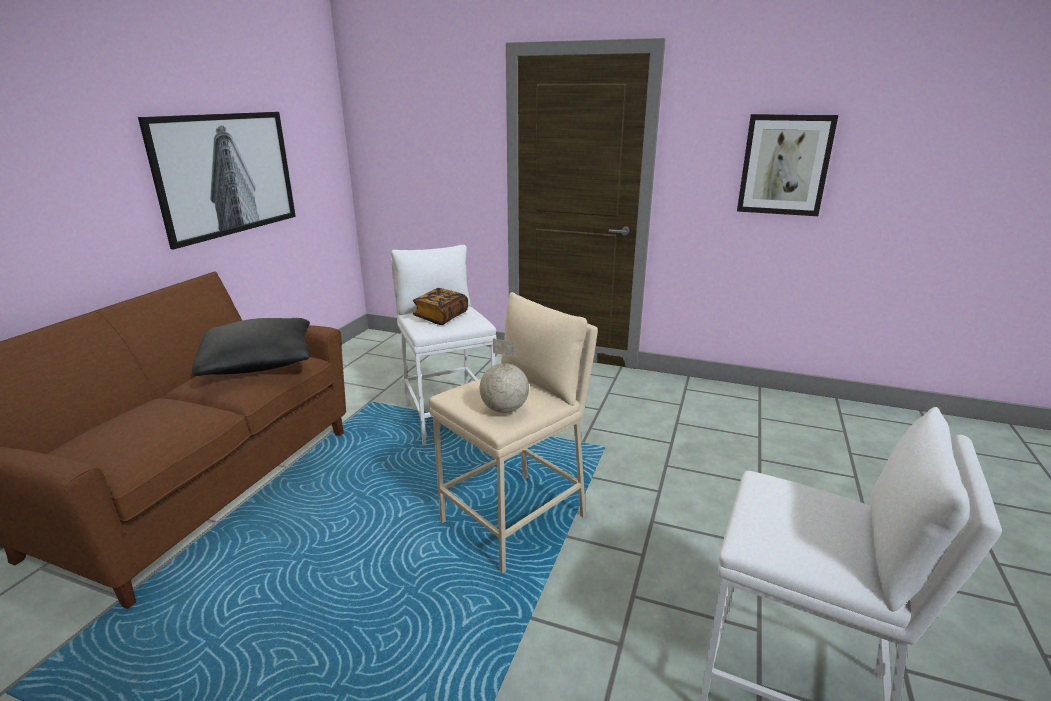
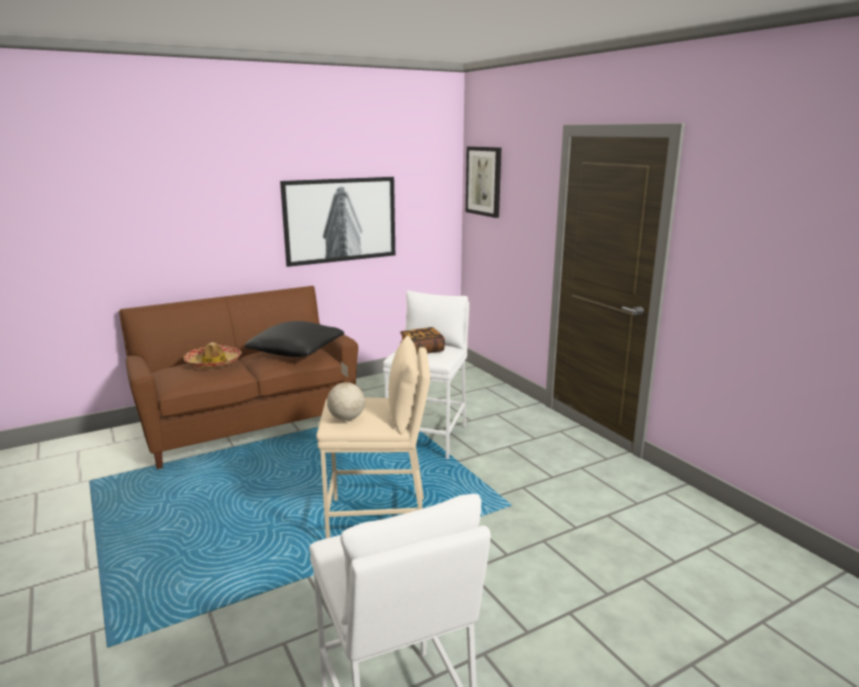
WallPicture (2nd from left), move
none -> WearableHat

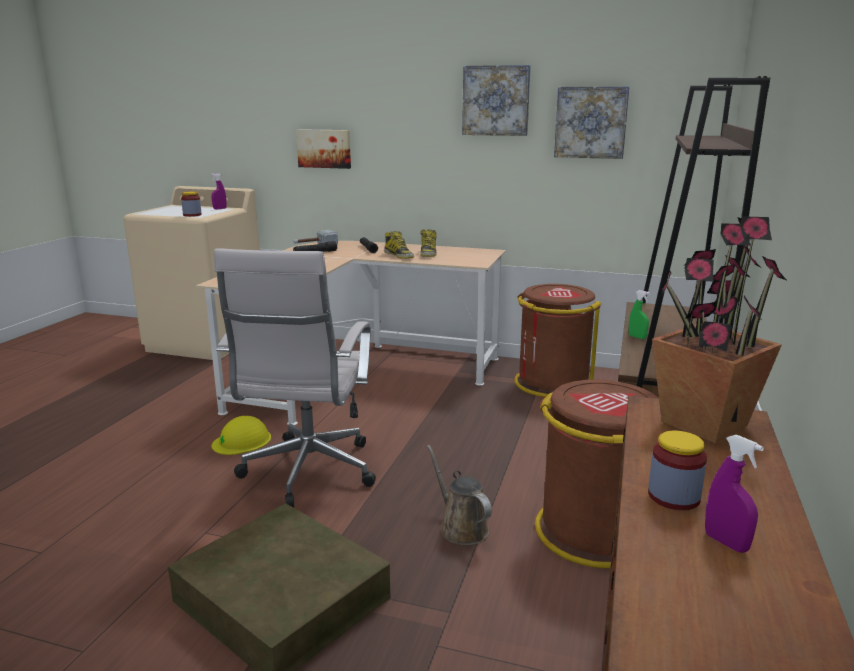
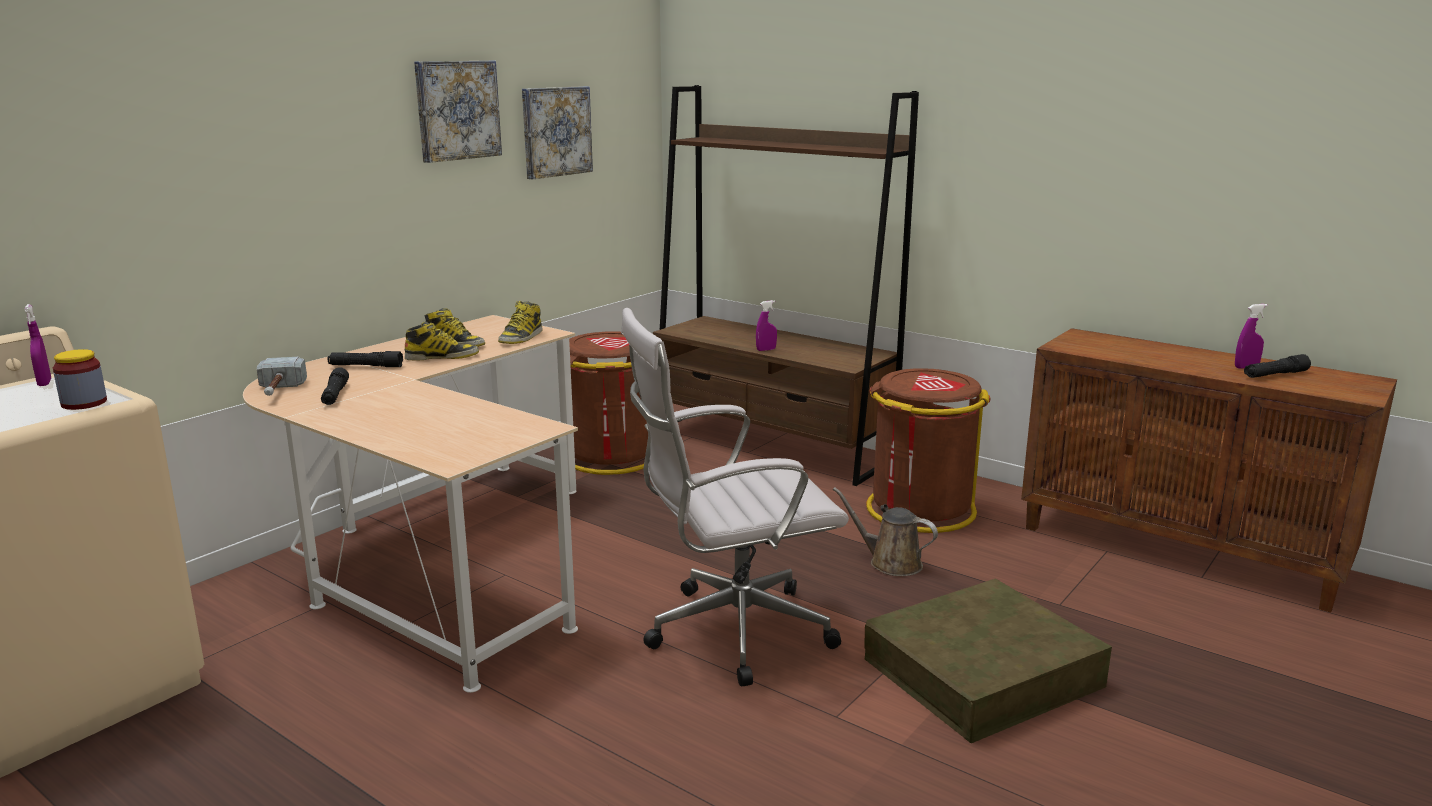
YellowColouredHardHat -> none
WhiteOfficeChair, 135 degrees clockwise
WallPicture (1st from left) -> none
BrownColouredSprinklingCan, 45 degrees clockwise
GreenishSprayBottle -> PurpleColouredSprayBottle (2nd from left)
StorageJar (2nd from left) -> none
Houseplant -> none
none -> Boot (3rd from left)
none -> BlackColouredTorch (3rd from left)

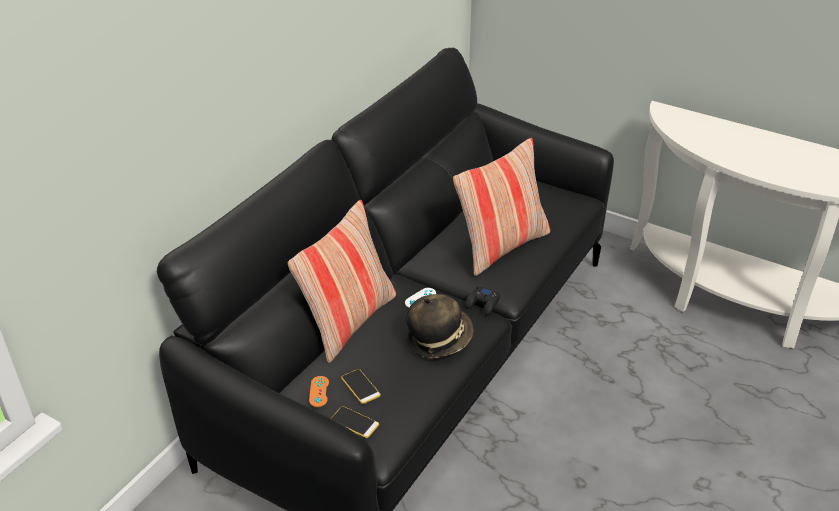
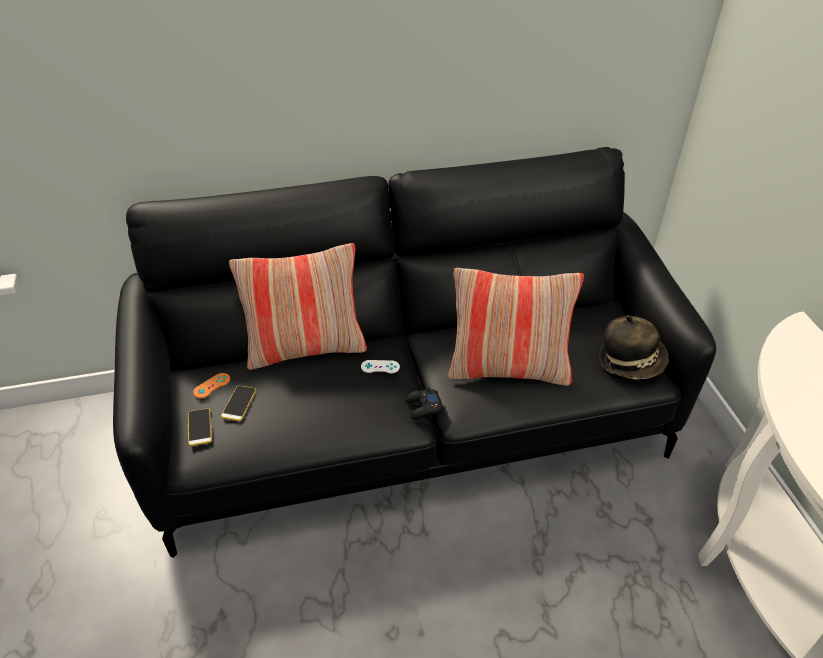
WearableHat, move

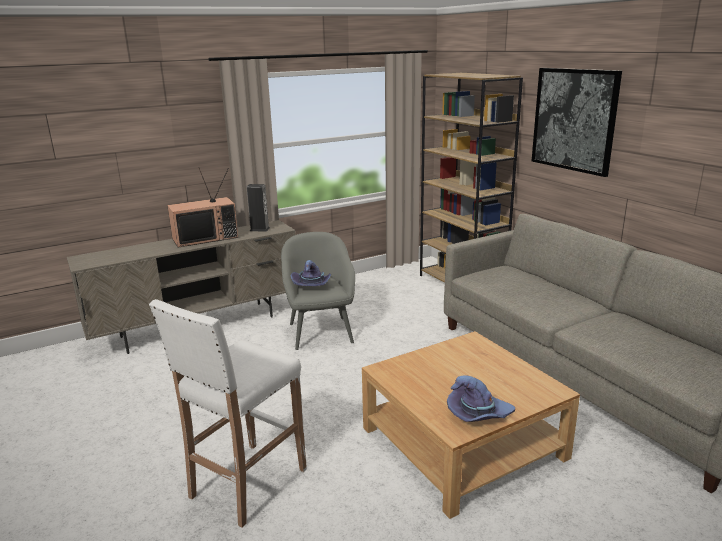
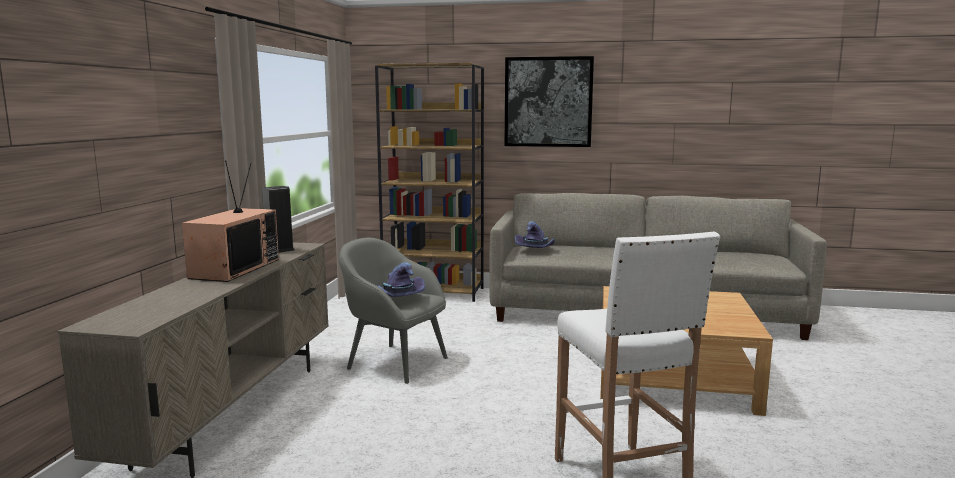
PurpleColouredWearableHat (2nd from left), move

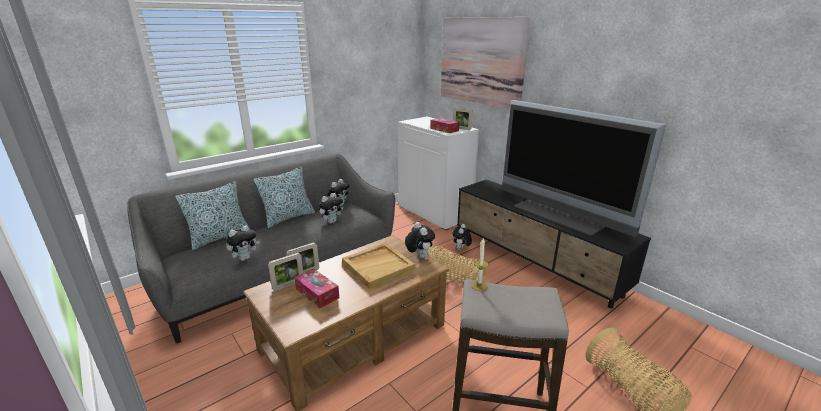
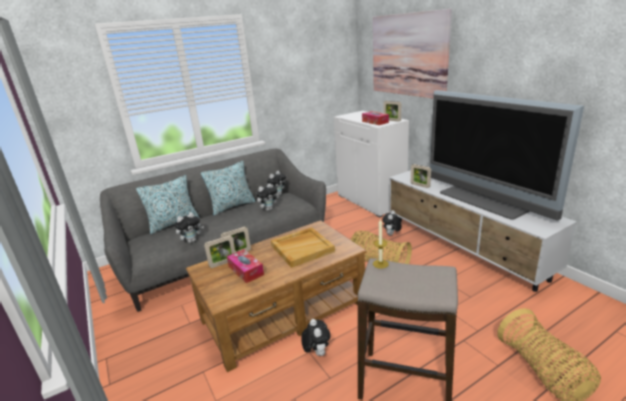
PlushToy (4th from left), move
BlackColouredMediaConsole -> WhiteMediaConsole
none -> PictureFrame (4th from left)

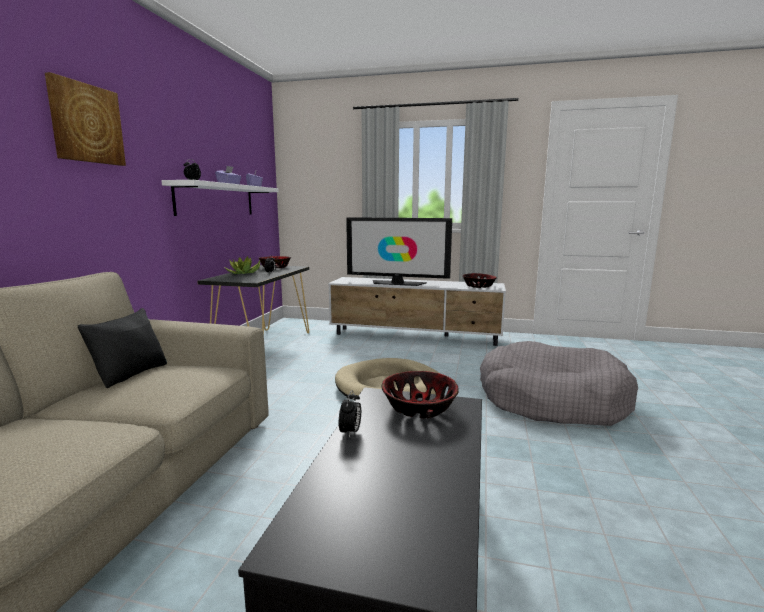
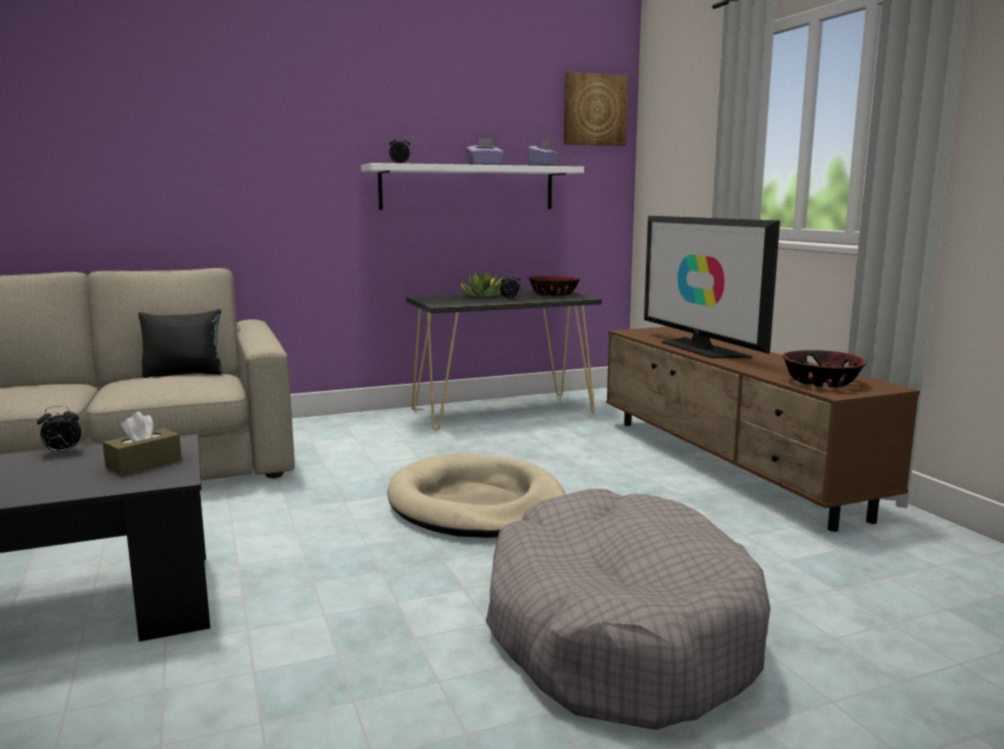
WallPicture, move
WhiteMediaConsole -> BrownColouredMediaConsole
DeepDish (2nd from left) -> BrownColouredTissueBox

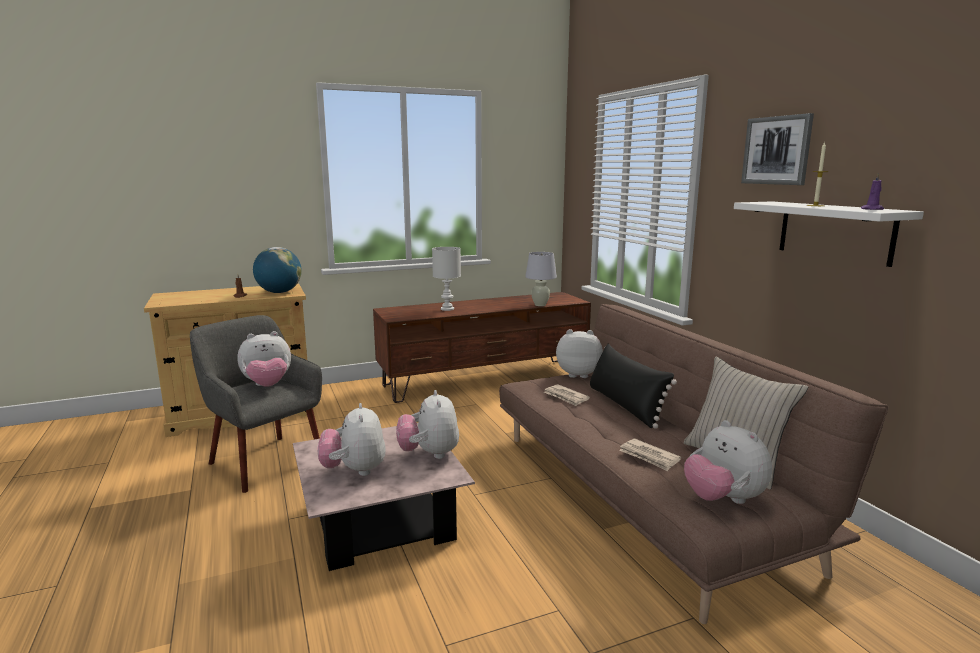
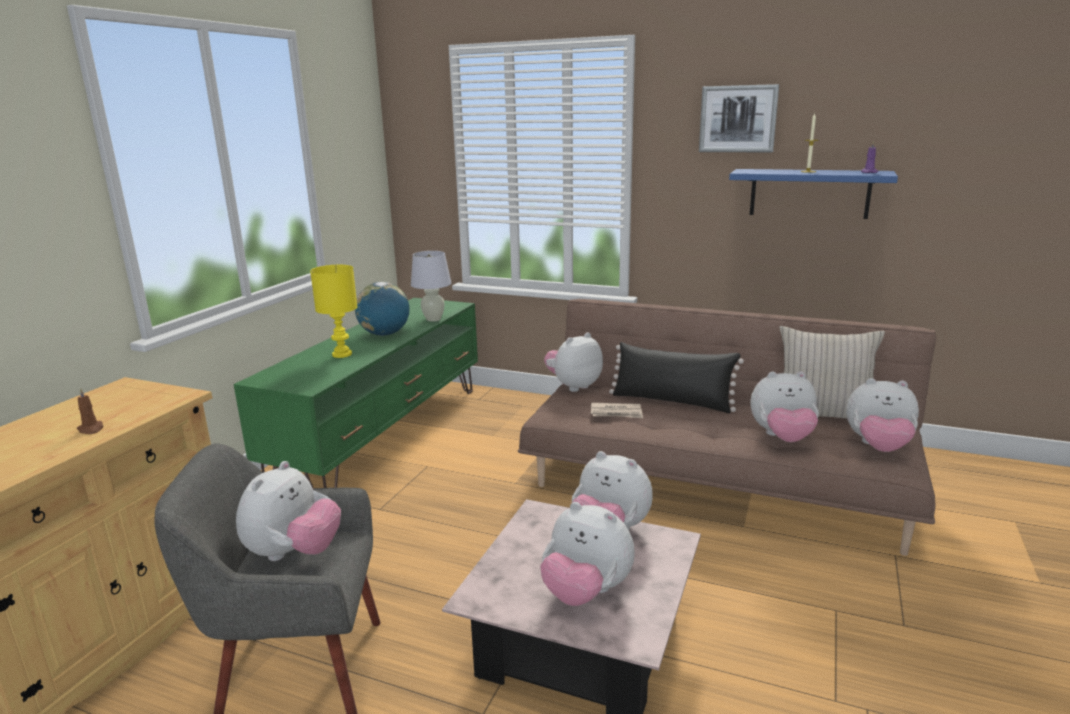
WorldGlobe, move
BrownColouredMediaConsole -> GreenishMediaConsole
WhiteTabletopLamp (1st from left) -> YellowColouredTabletopLamp
Newspaper (2nd from left) -> PlushToy (5th from left)
WhiteShelf -> BlueColouredShelf

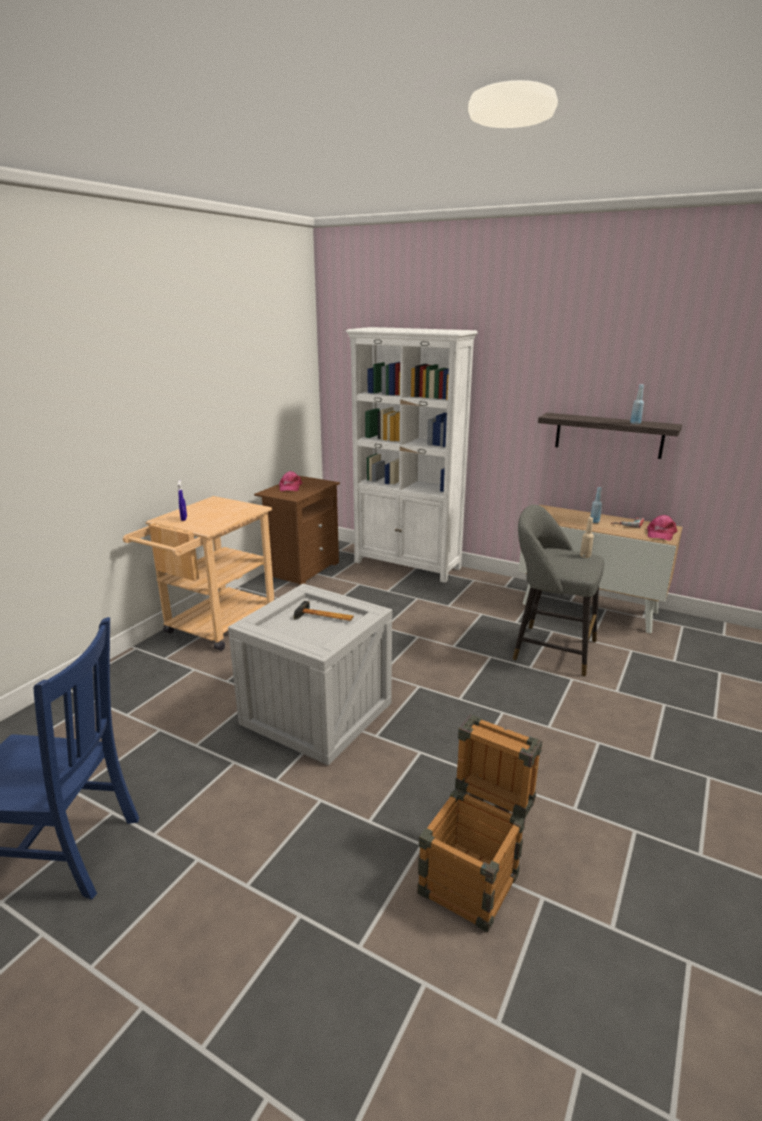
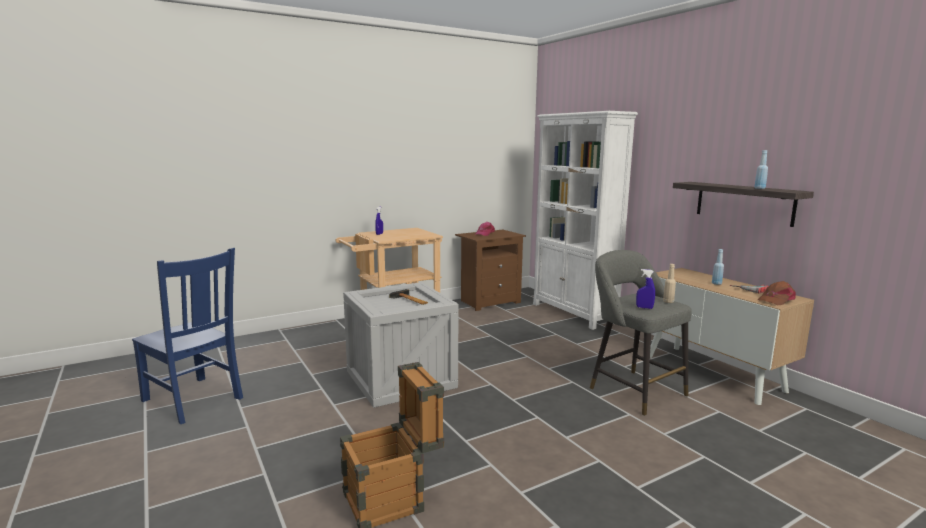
PinkPeakedCap (2nd from left) -> BrownColouredPeakedCap
none -> BlueColouredSprayBottle (2nd from left)

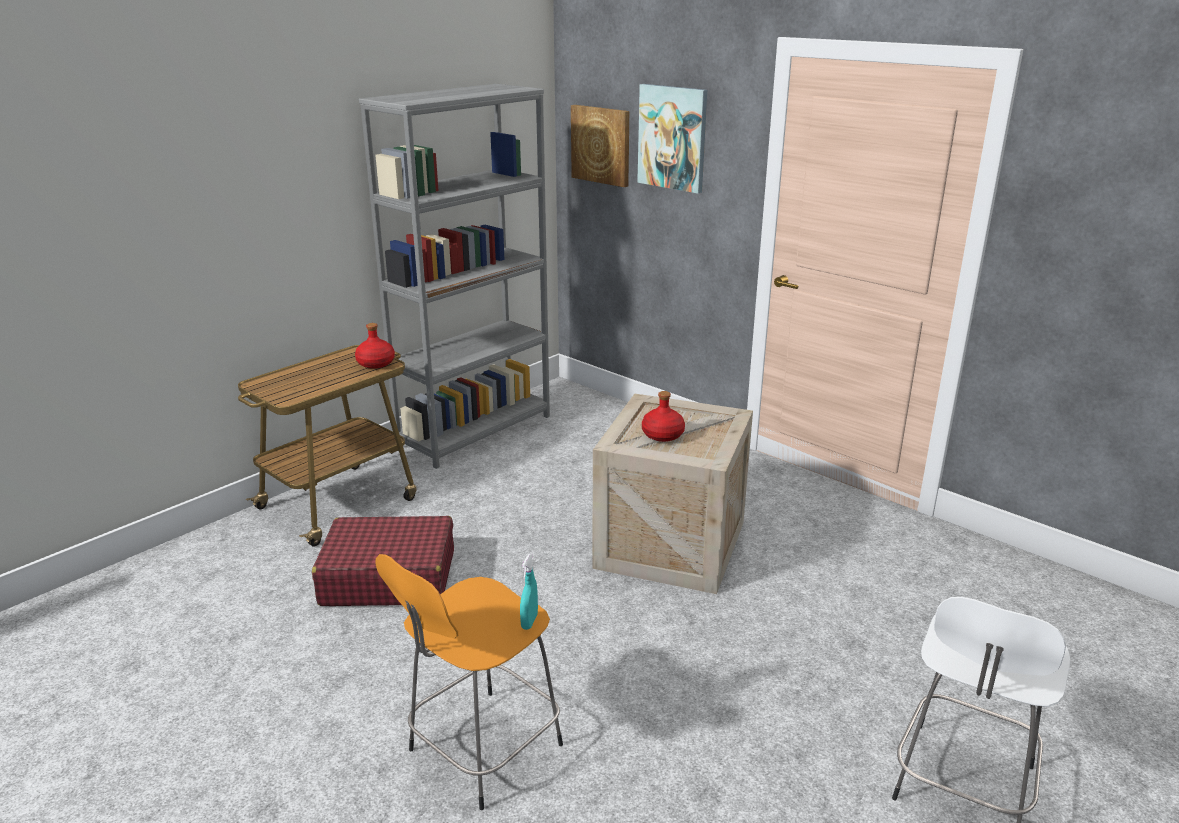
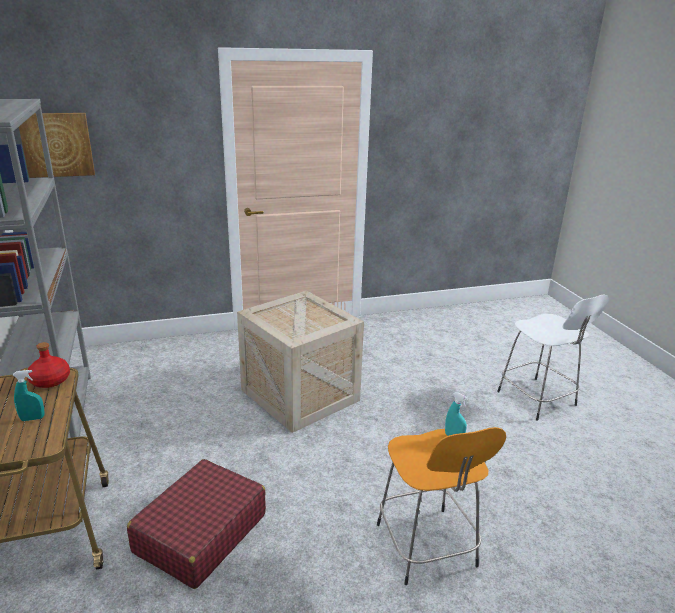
WallPicture (2nd from left) -> none
RedColouredBeverageBottle (2nd from left) -> none
none -> BlueGreenSprayBottle (1st from left)

